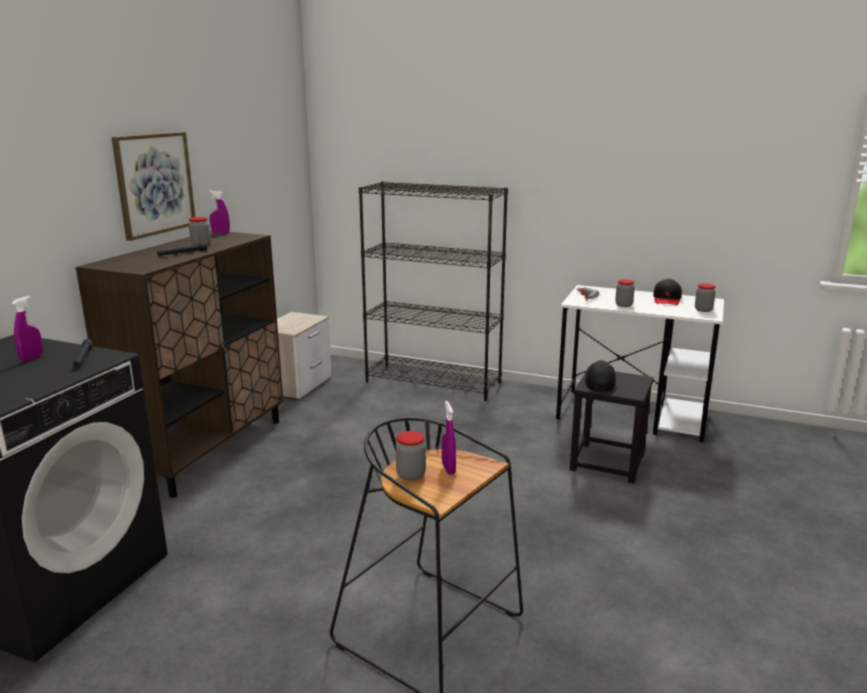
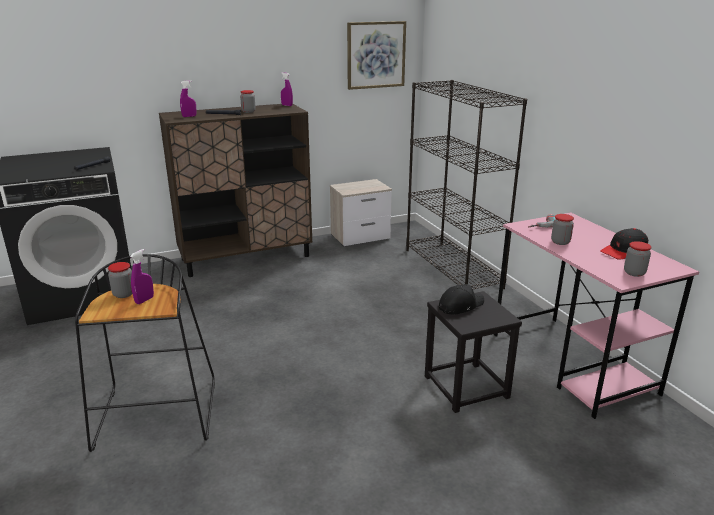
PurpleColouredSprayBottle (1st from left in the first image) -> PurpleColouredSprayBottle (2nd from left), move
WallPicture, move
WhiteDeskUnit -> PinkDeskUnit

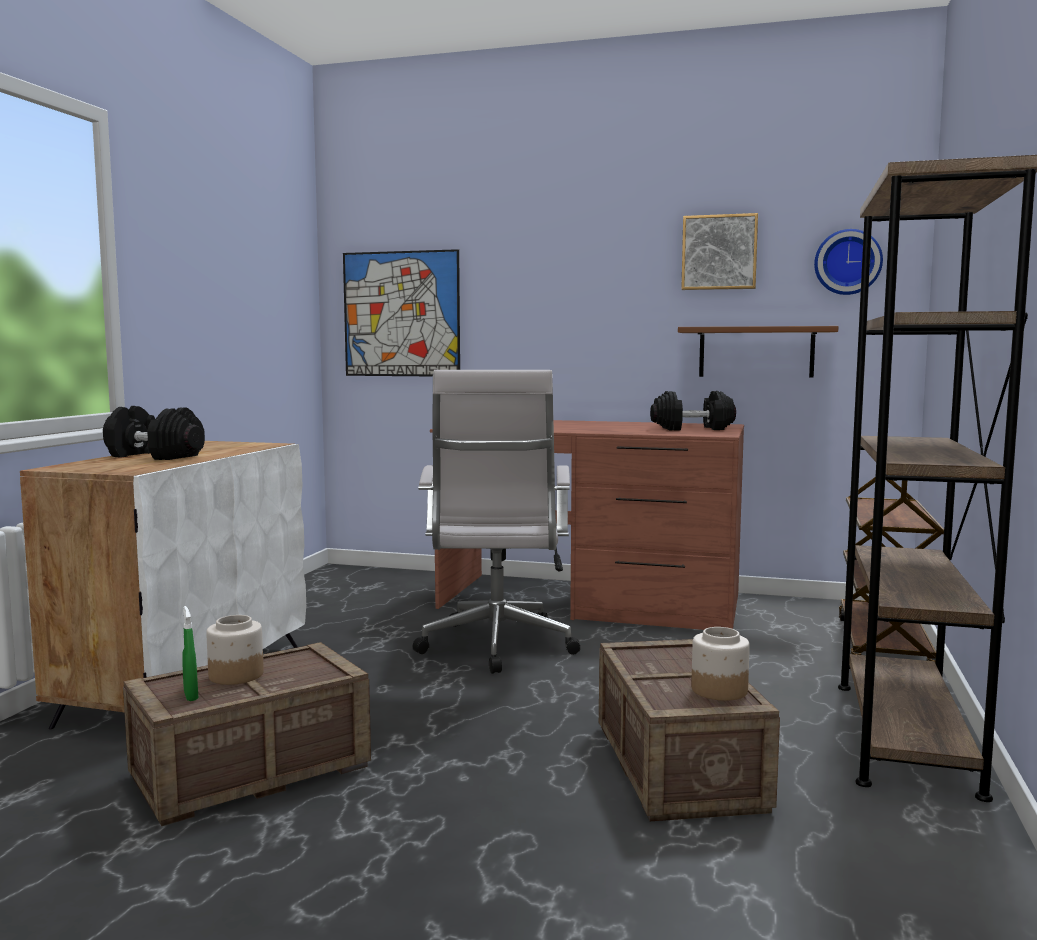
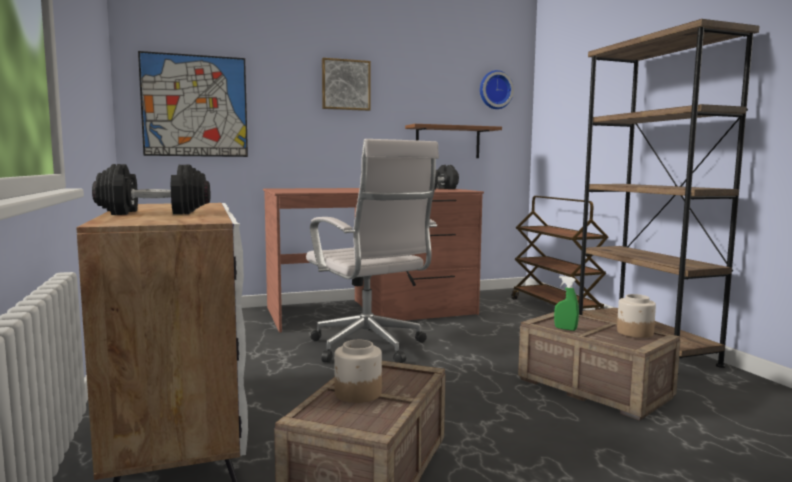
GreenishSprayBottle, move
WallPicture (2nd from left), move

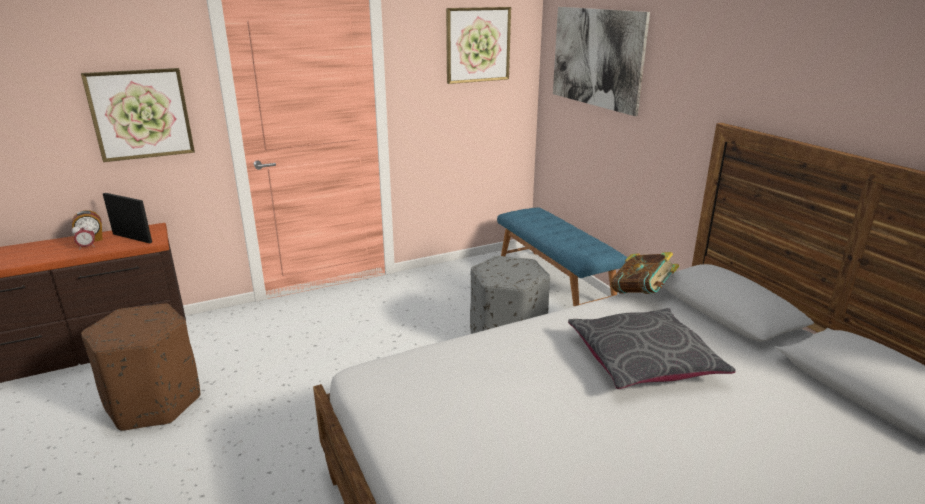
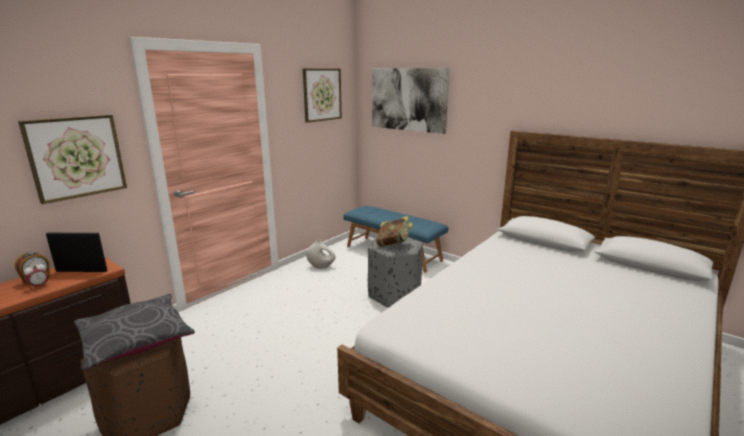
GreyPillow, move
BoundBook, move
none -> WhiteFlowerVase

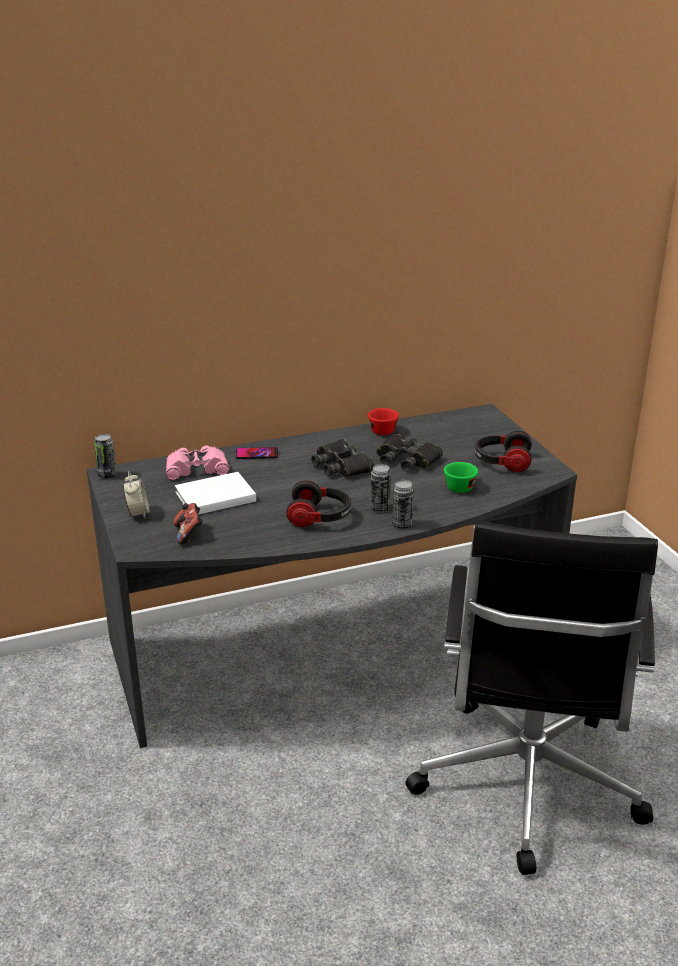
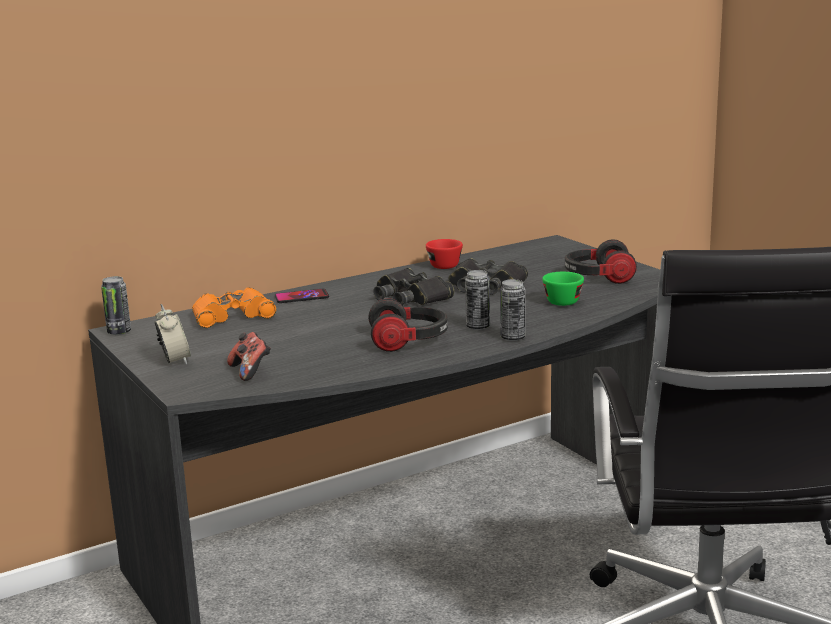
PinkPairOfBinoculars -> OrangeColouredPairOfBinoculars
WhiteBoundBook -> none

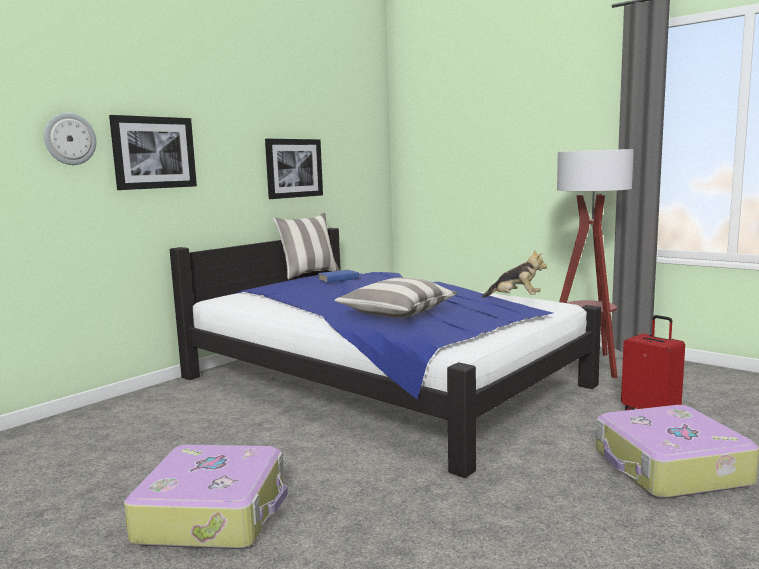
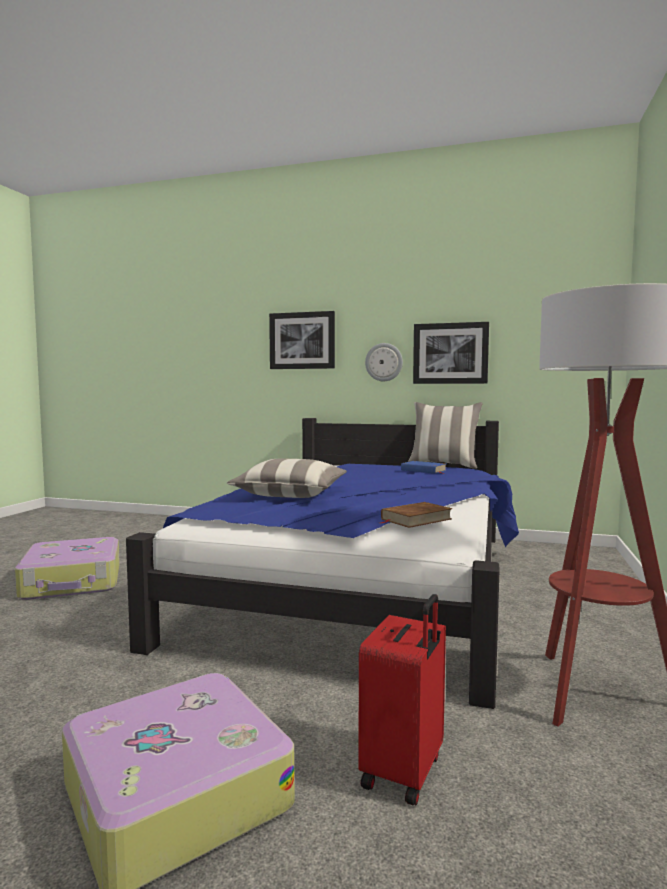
HangingClock, move
PlushToy -> BrownColouredBoundBook

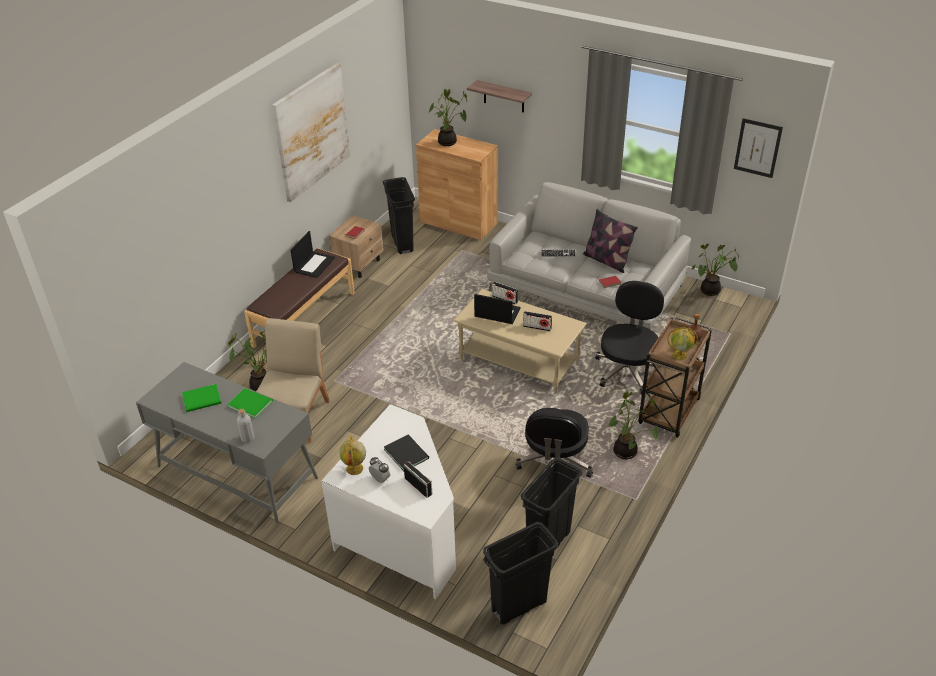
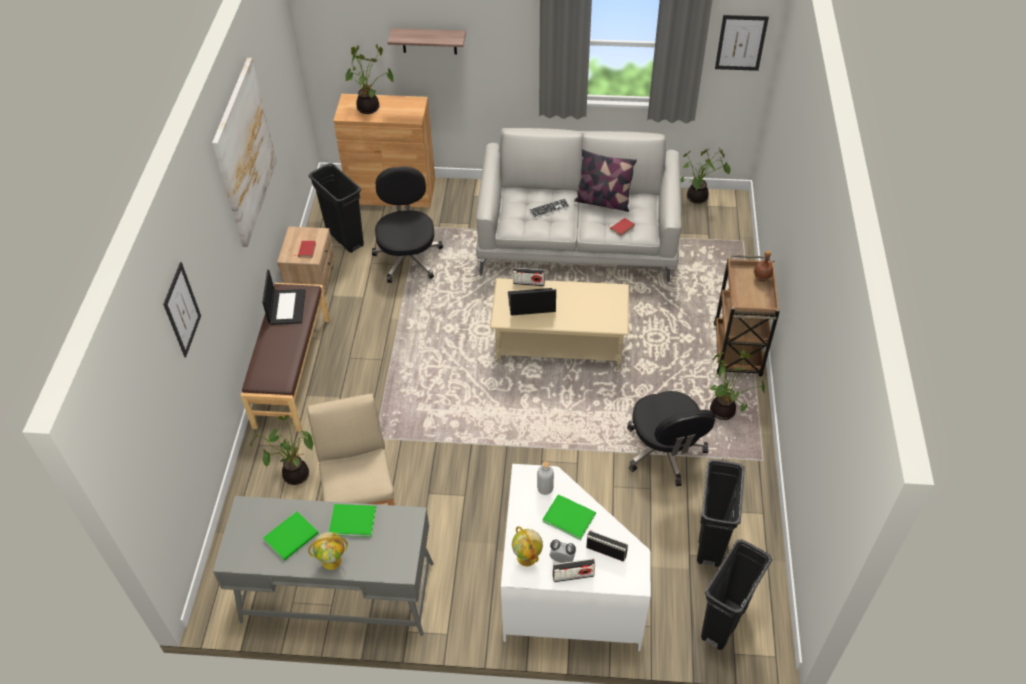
GreyBeverageBottle, move
BlackColouredBoundBook -> GreenishBoundBook (3rd from left)
Radio (3rd from left in the first image) -> Radio (2nd from left), move
BlackColouredOfficeChair (2nd from left in the first image) -> BlackColouredOfficeChair (1st from left), move
WorldGlobe (2nd from left in the first image) -> WorldGlobe (1st from left), move
none -> WallPicture (1st from left)

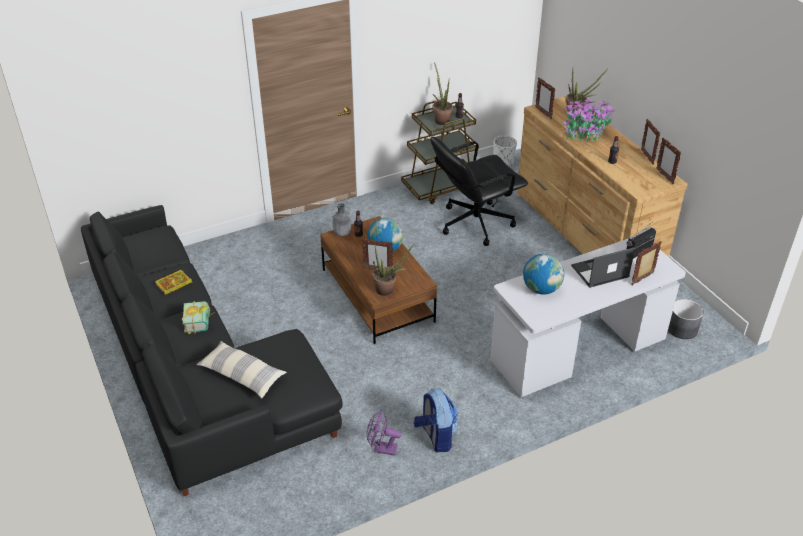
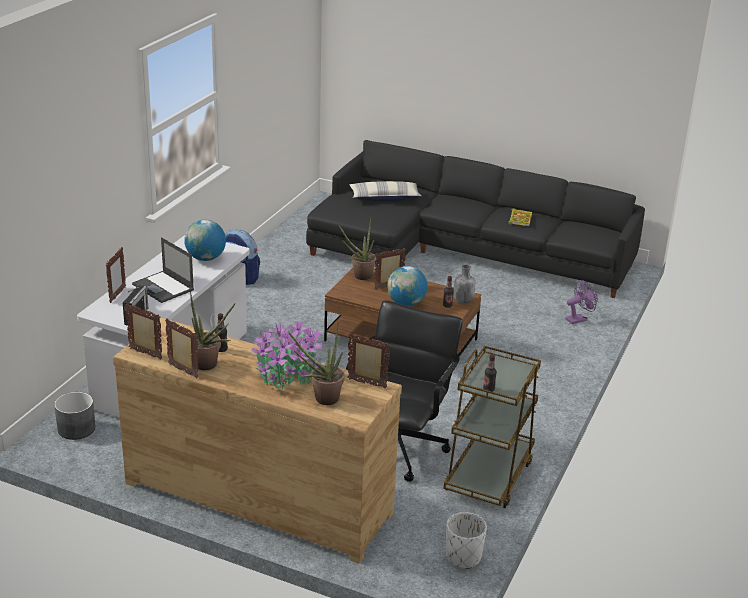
BoundBook (2nd from left) -> none
PurpleColouredElectricFan, move
Houseplant (2nd from left in the first image) -> Houseplant (1st from left), move
Laptop, 105 degrees clockwise

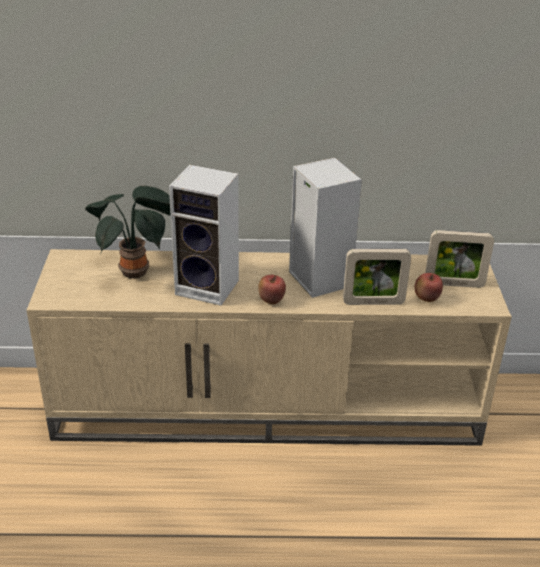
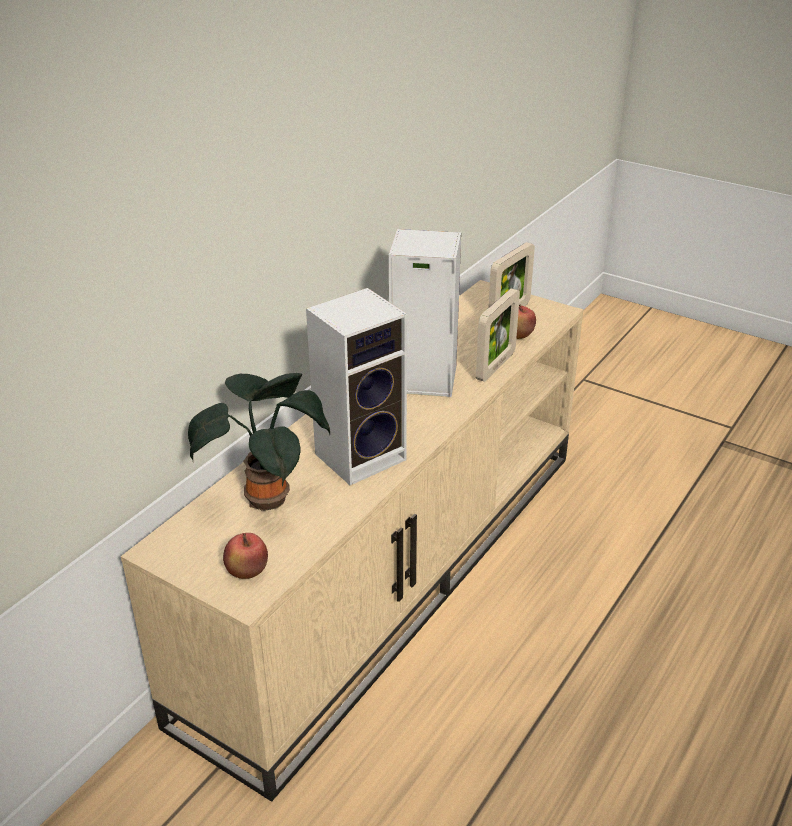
AppleFruit (1st from left), move

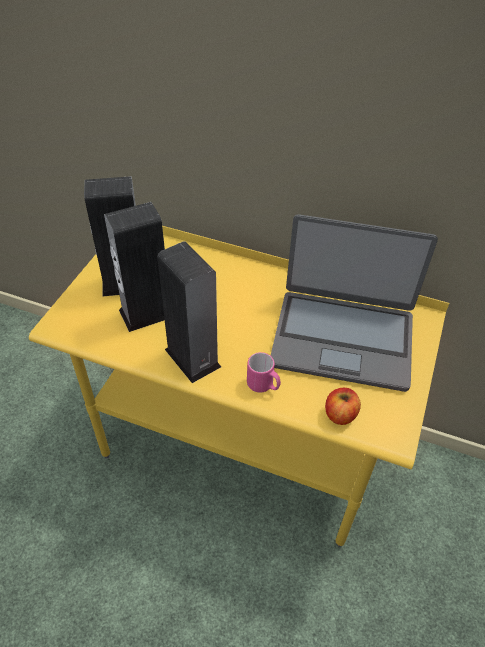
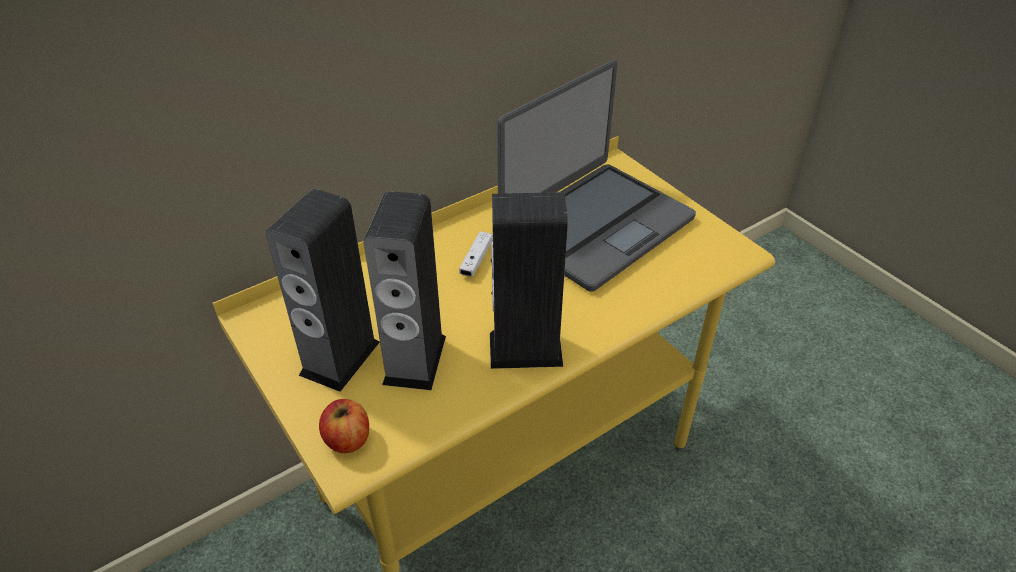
PinkTeaMug -> none
AppleFruit, move
none -> WhiteGamepad

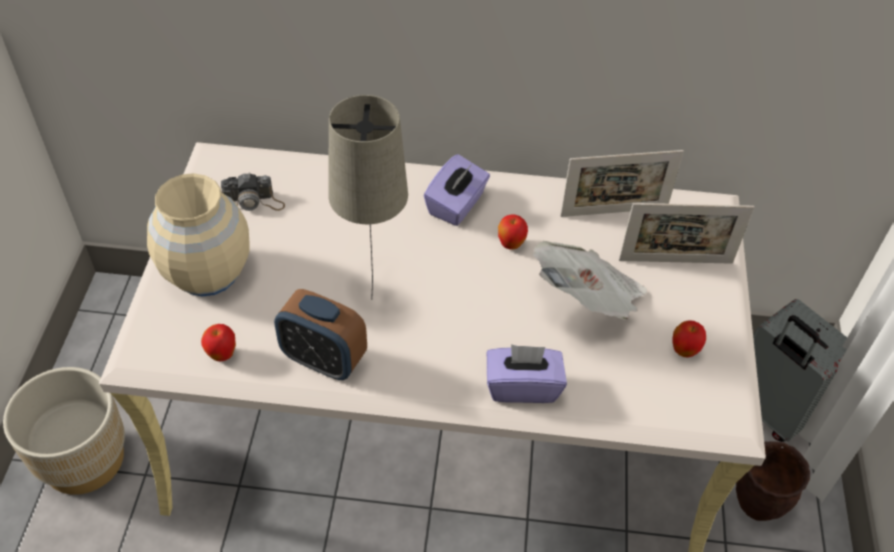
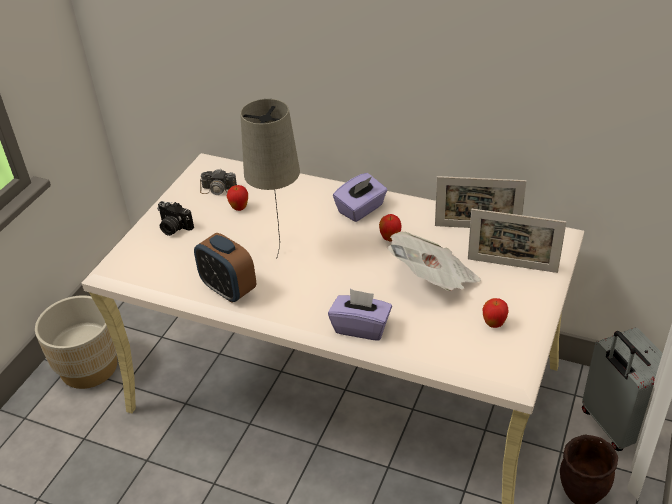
BeigeFlowerVase -> PhotoCamera (1st from left)
AppleFruit (1st from left), move

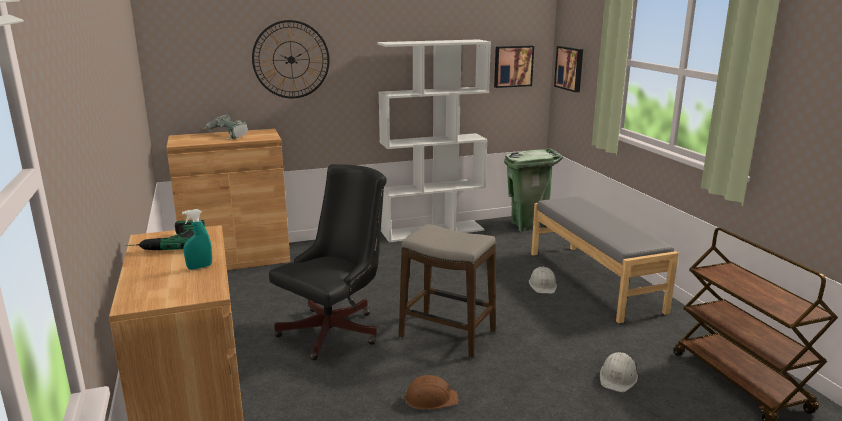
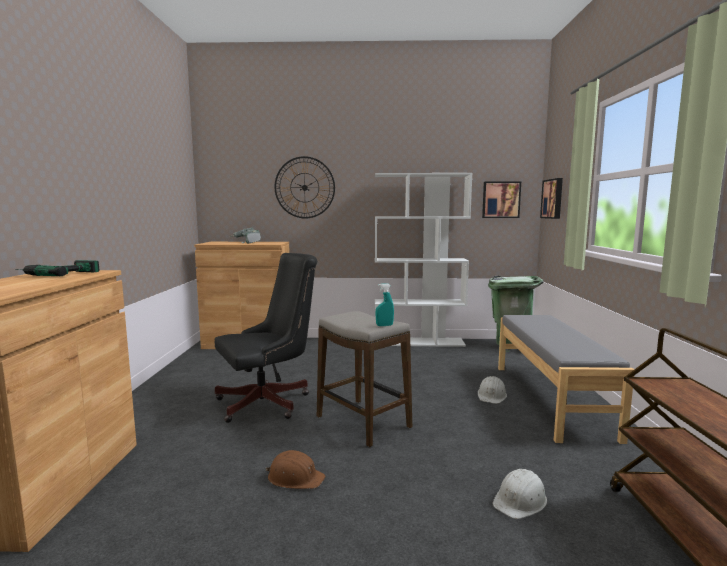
BlueGreenSprayBottle, move

